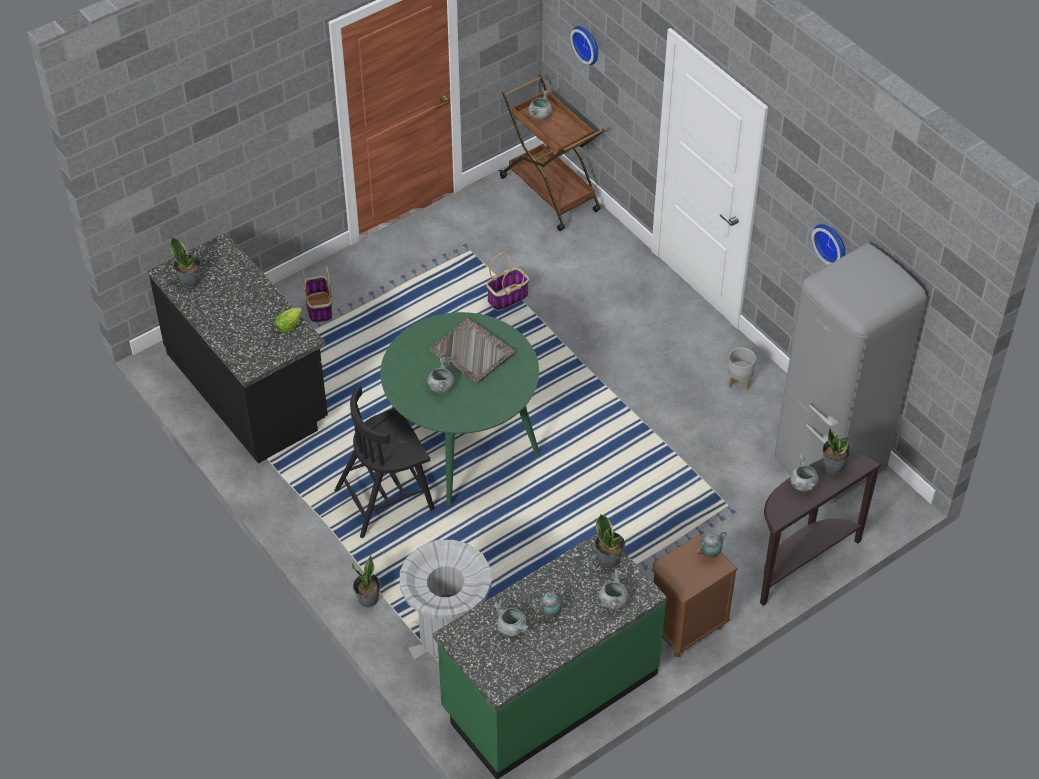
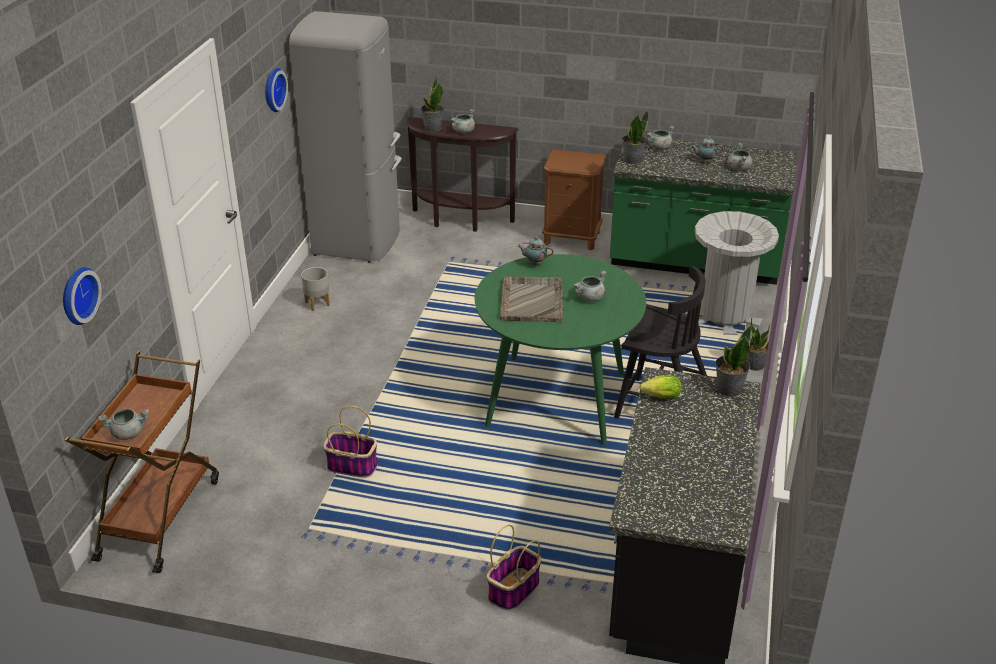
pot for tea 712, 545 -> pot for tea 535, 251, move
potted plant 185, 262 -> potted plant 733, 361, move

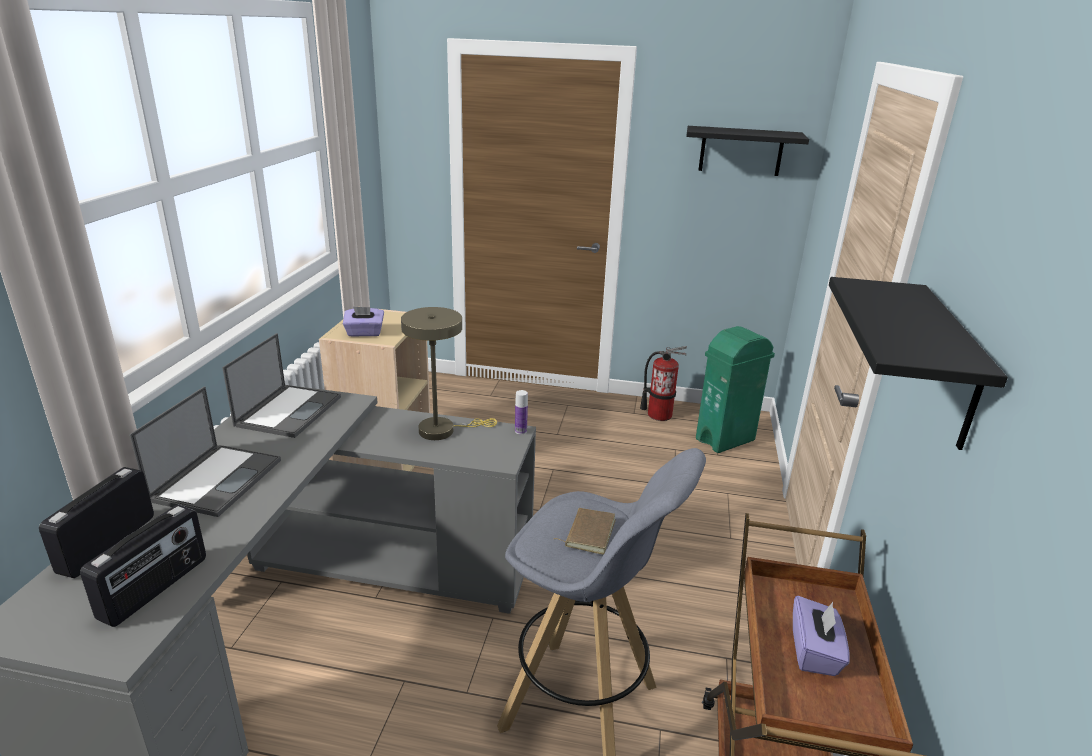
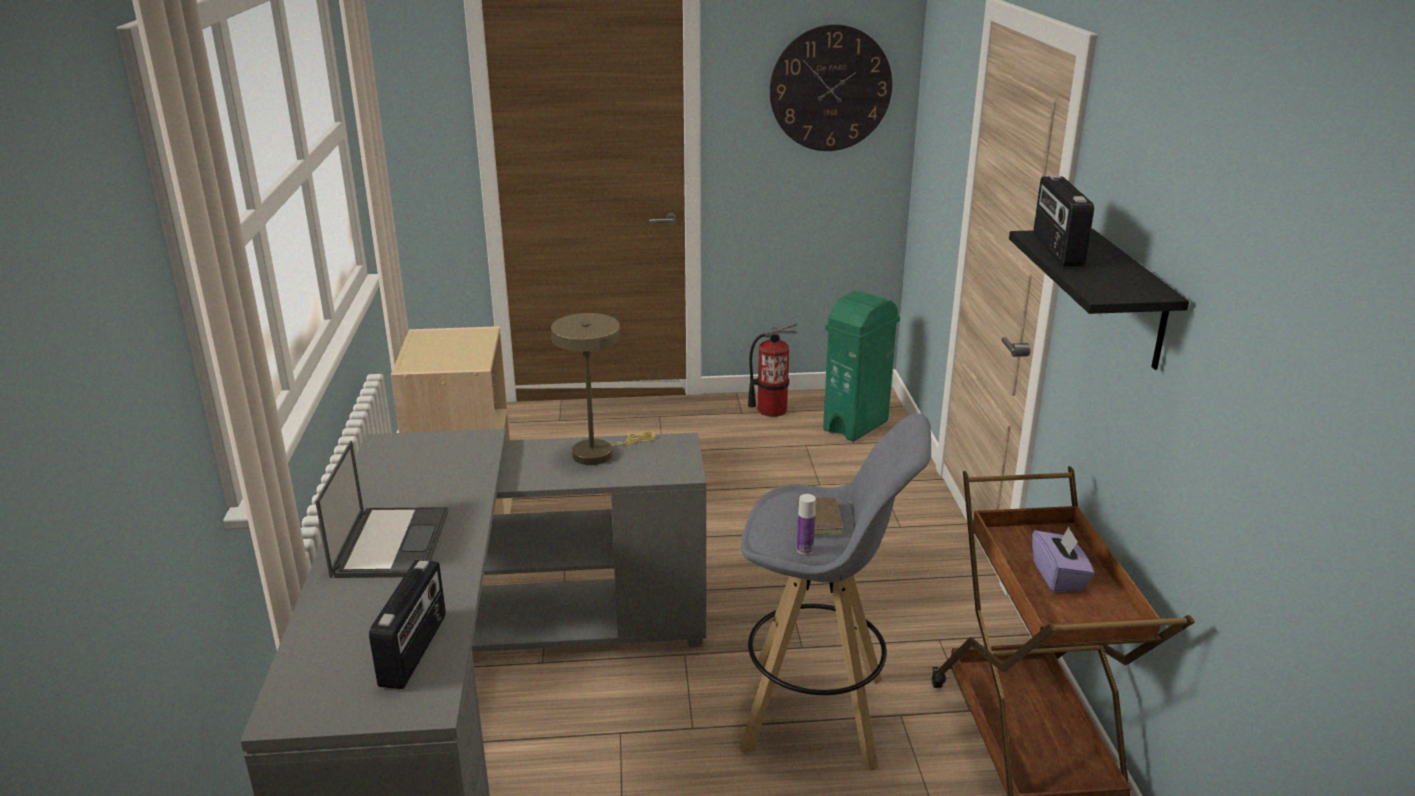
black-coloured shelf 747, 151 -> hanging clock 831, 87
beverage bottle 521, 412 -> beverage bottle 806, 524, move
radio 96, 522 -> radio 1064, 221, move
laptop 281, 385 -> none
purple tissue box 363, 322 -> none

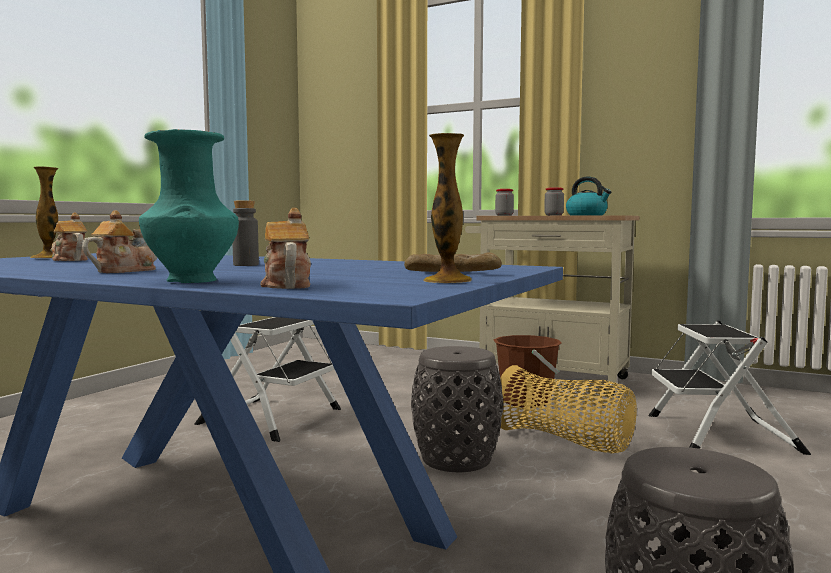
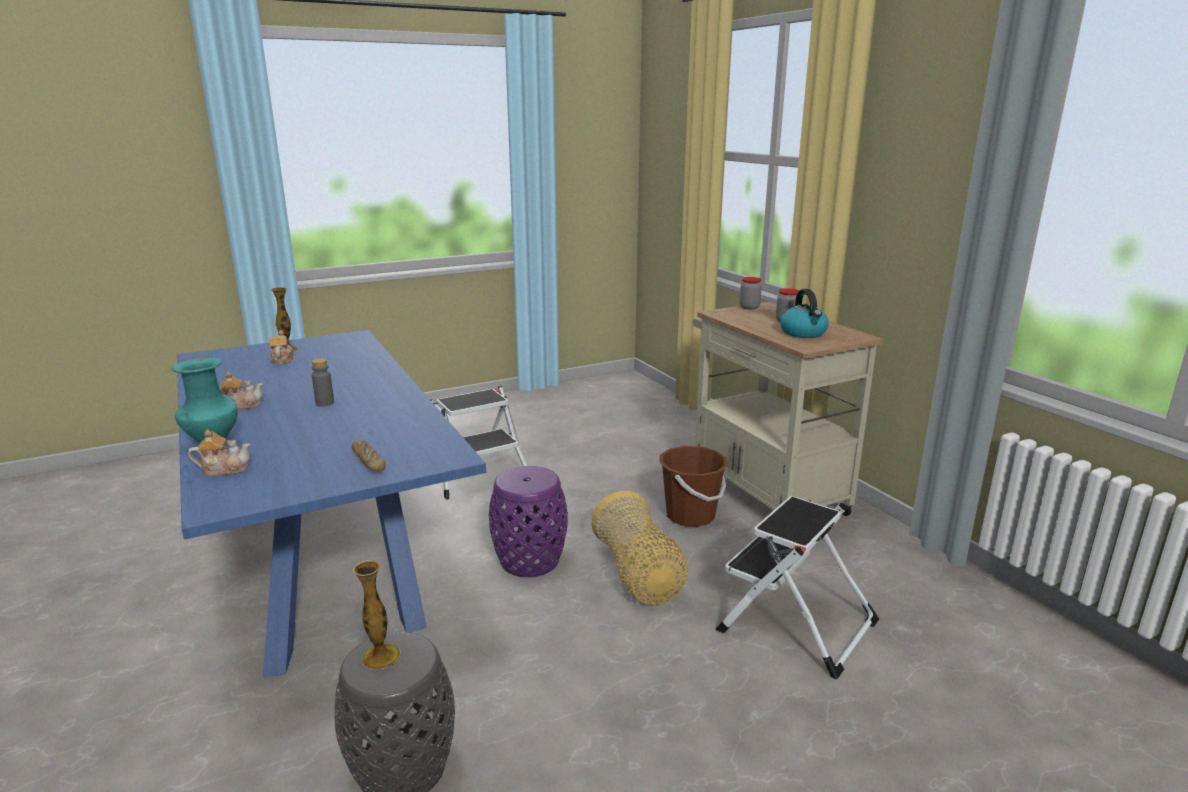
pot for tea 285, 248 -> pot for tea 219, 452, 60 degrees clockwise
vase 448, 208 -> vase 376, 615, move
gray stool 457, 409 -> purple stool 528, 521

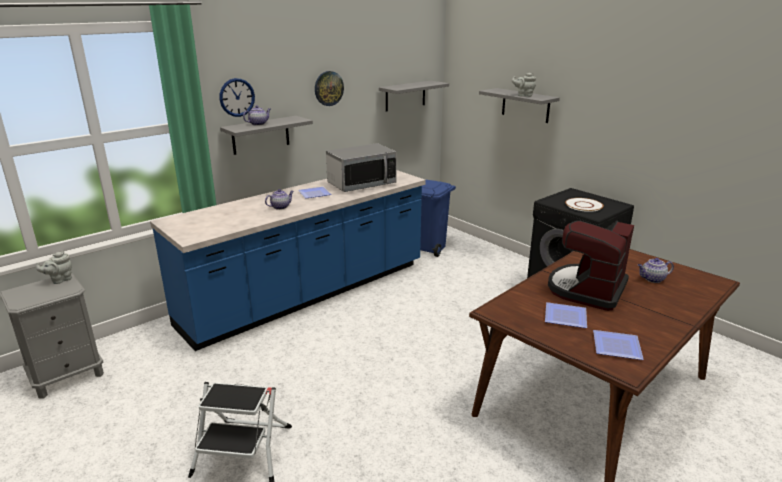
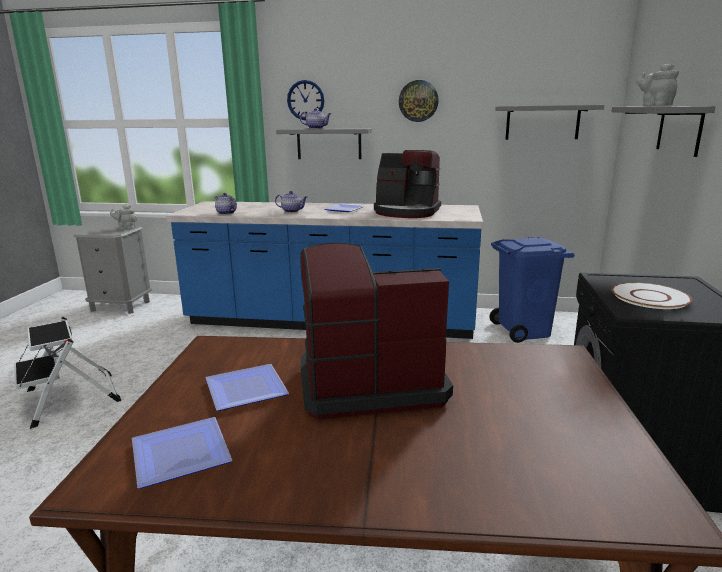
pot for tea 656, 270 -> pot for tea 226, 204, move
kitchen microwave 361, 167 -> coffee brewer 407, 184

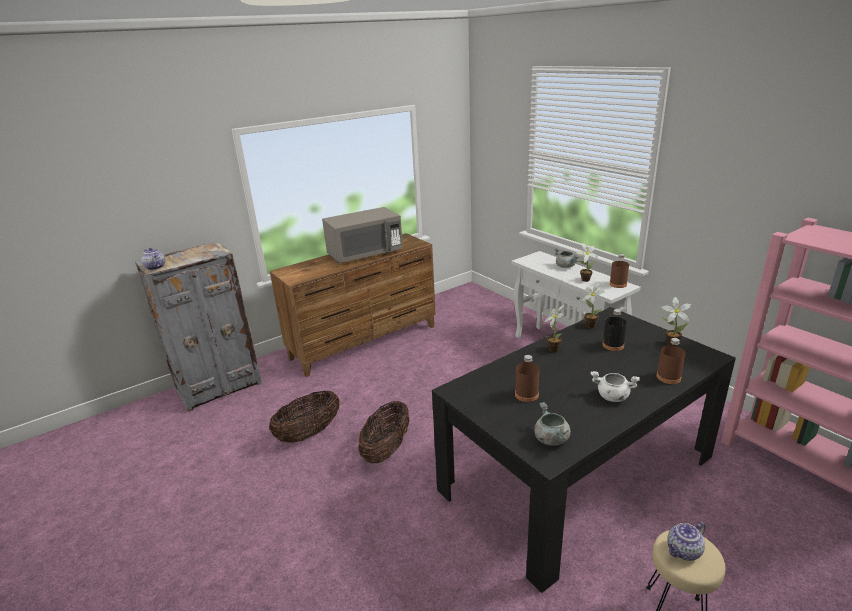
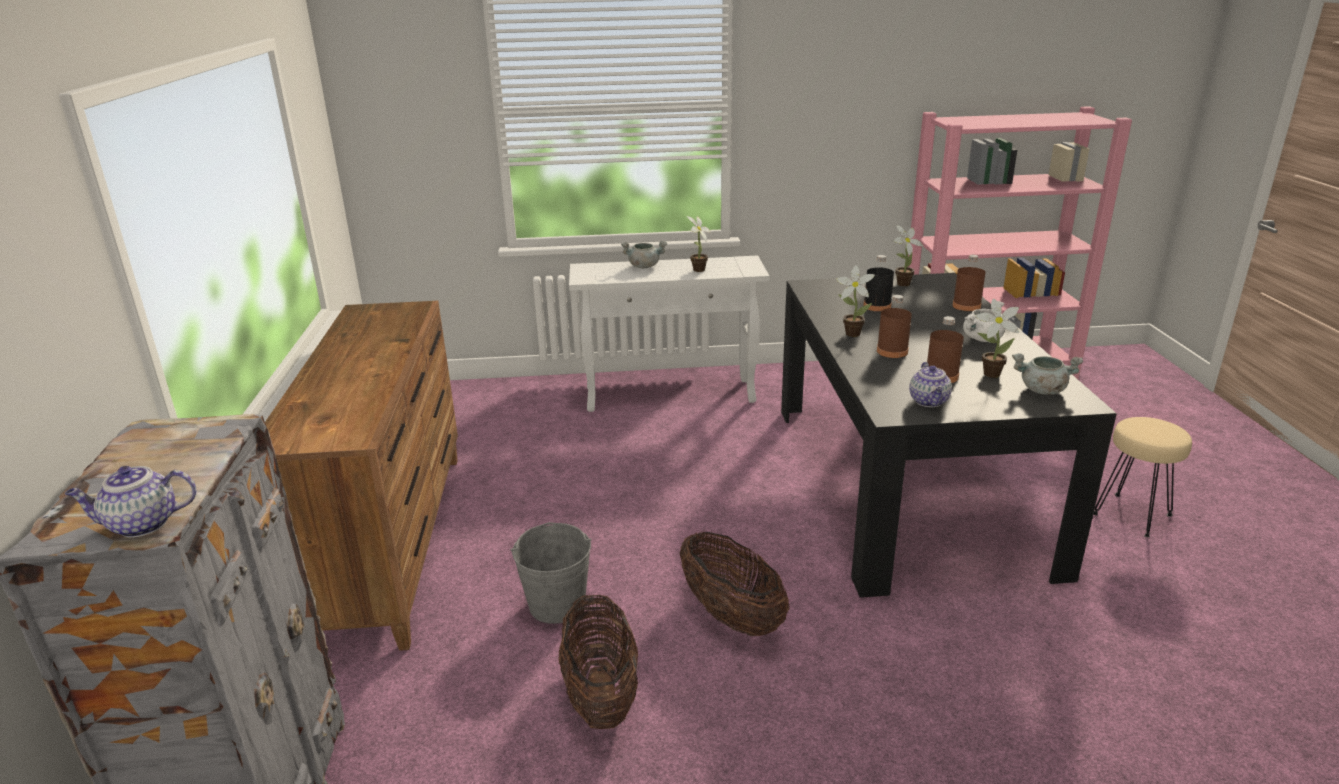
none -> gray bucket 551, 573
brown beverage bottle 619, 271 -> brown beverage bottle 894, 326, move
pot for tea 686, 541 -> pot for tea 930, 384, move
potted plant 593, 305 -> potted plant 997, 338, move
gray kitchen microwave 362, 235 -> none

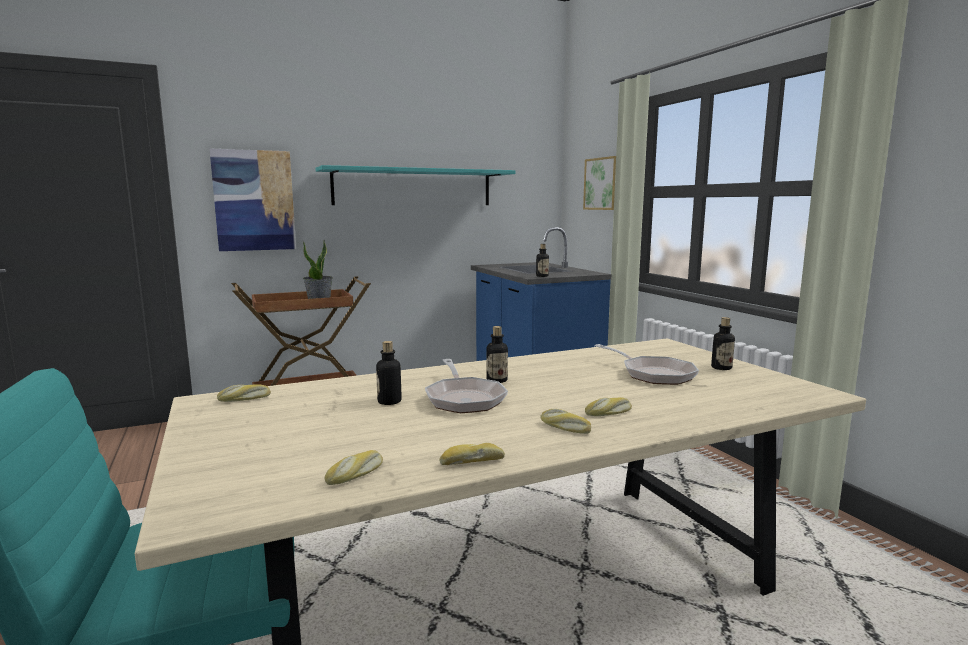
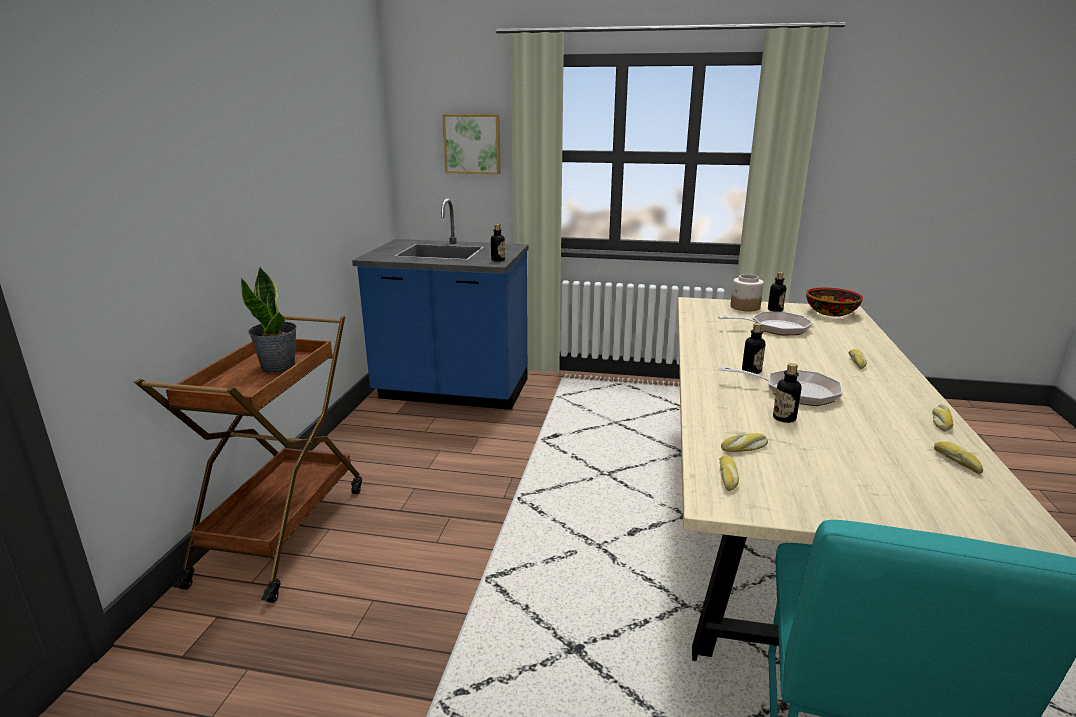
bakery bread 565, 421 -> bakery bread 744, 442, move
none -> storage jar 747, 292
none -> serving bowl 834, 302
wall picture 252, 199 -> none
turquoise shelf 416, 185 -> none

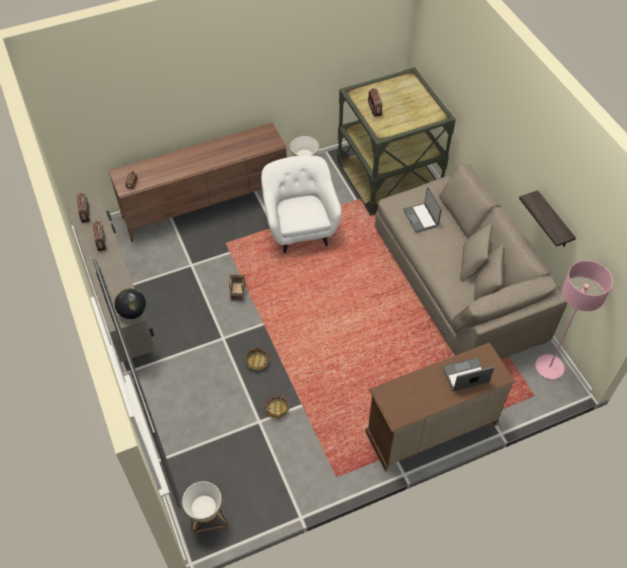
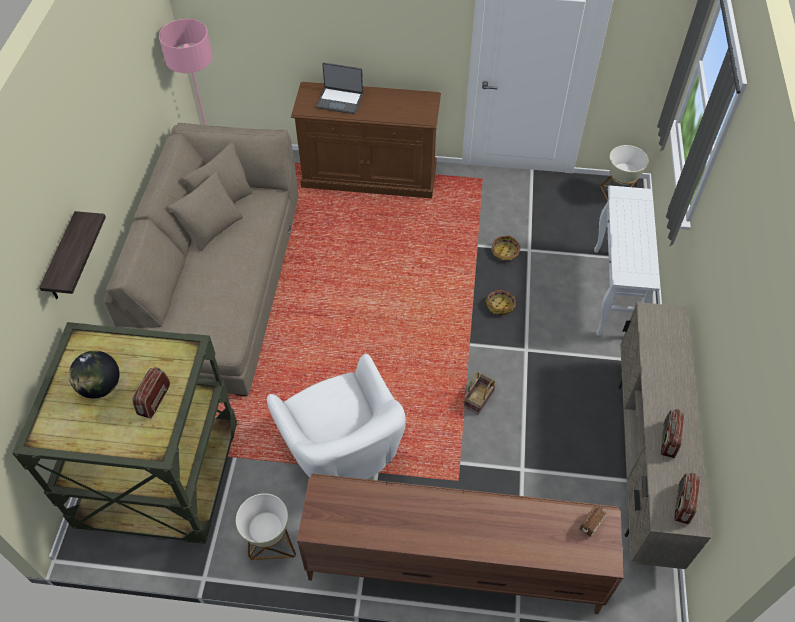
shelf 547, 218 -> shelf 72, 255, move
desk globe 130, 304 -> desk globe 94, 374, move
whitish lounge chair 301, 204 -> whitish lounge chair 336, 416, 45 degrees counterclockwise
none -> whitish narrow table 627, 260
laptop 422, 210 -> none

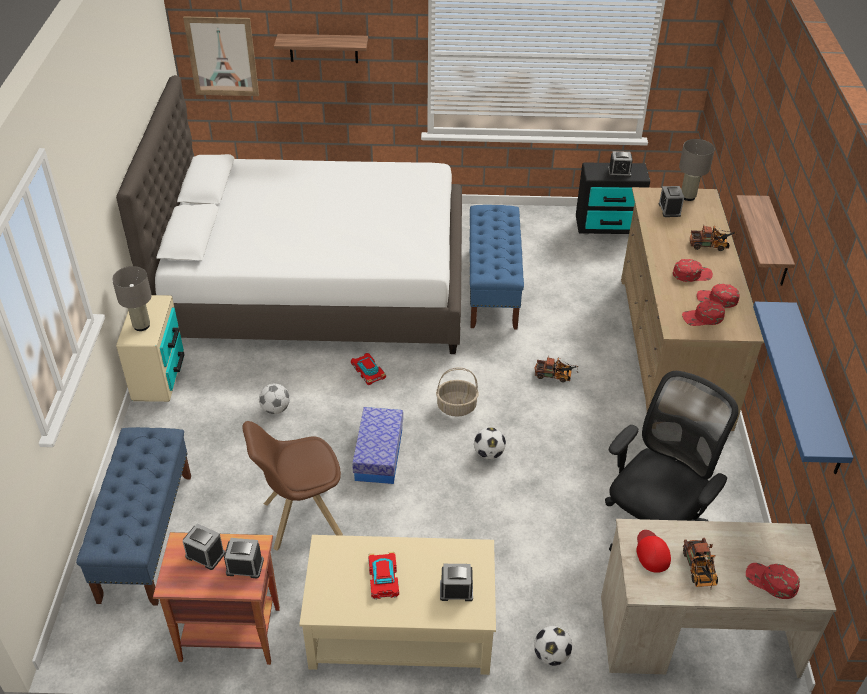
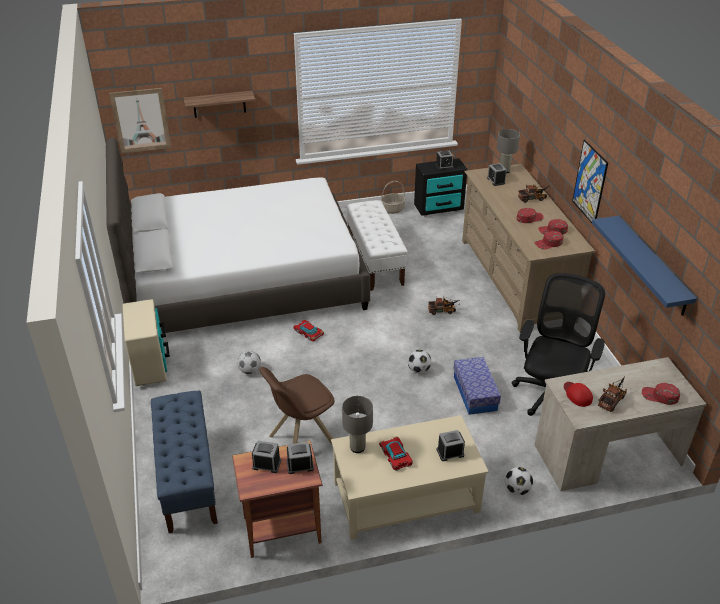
gray tabletop lamp 132, 298 -> gray tabletop lamp 357, 424, move
bluish long seat 497, 267 -> whitish long seat 377, 245
storage basket 457, 392 -> storage basket 393, 197, move
storage box 377, 445 -> storage box 477, 386, move
shelf 765, 240 -> wall picture 590, 181
model truck 700, 562 -> model truck 612, 394, 120 degrees counterclockwise

